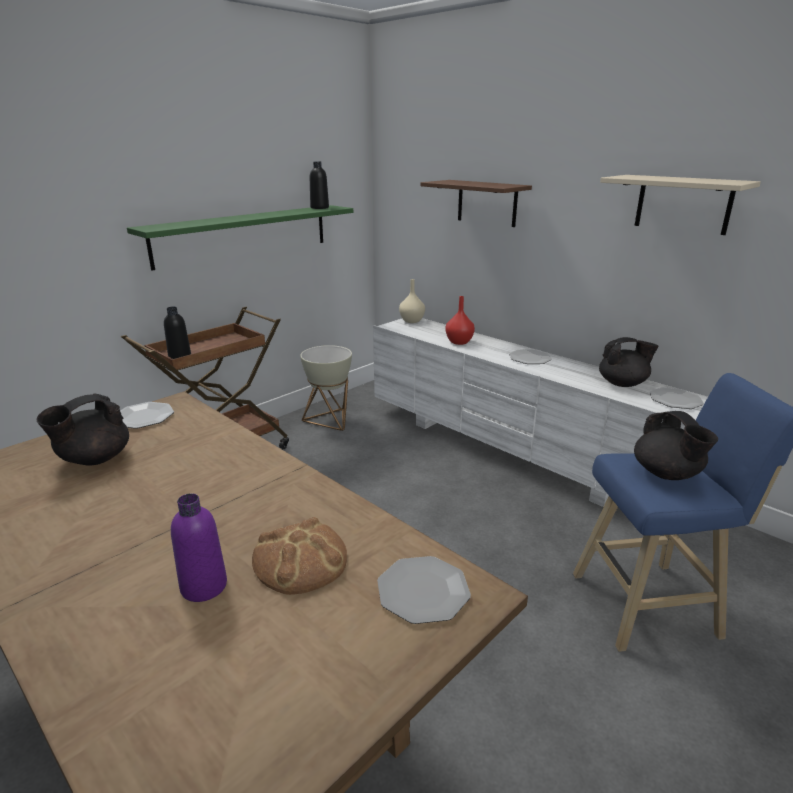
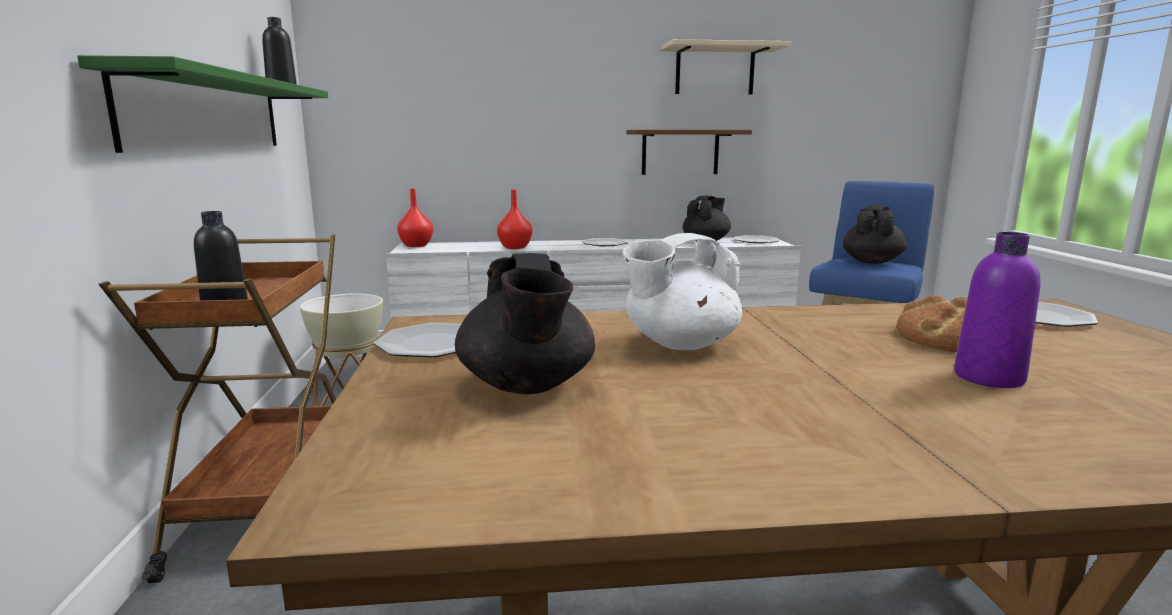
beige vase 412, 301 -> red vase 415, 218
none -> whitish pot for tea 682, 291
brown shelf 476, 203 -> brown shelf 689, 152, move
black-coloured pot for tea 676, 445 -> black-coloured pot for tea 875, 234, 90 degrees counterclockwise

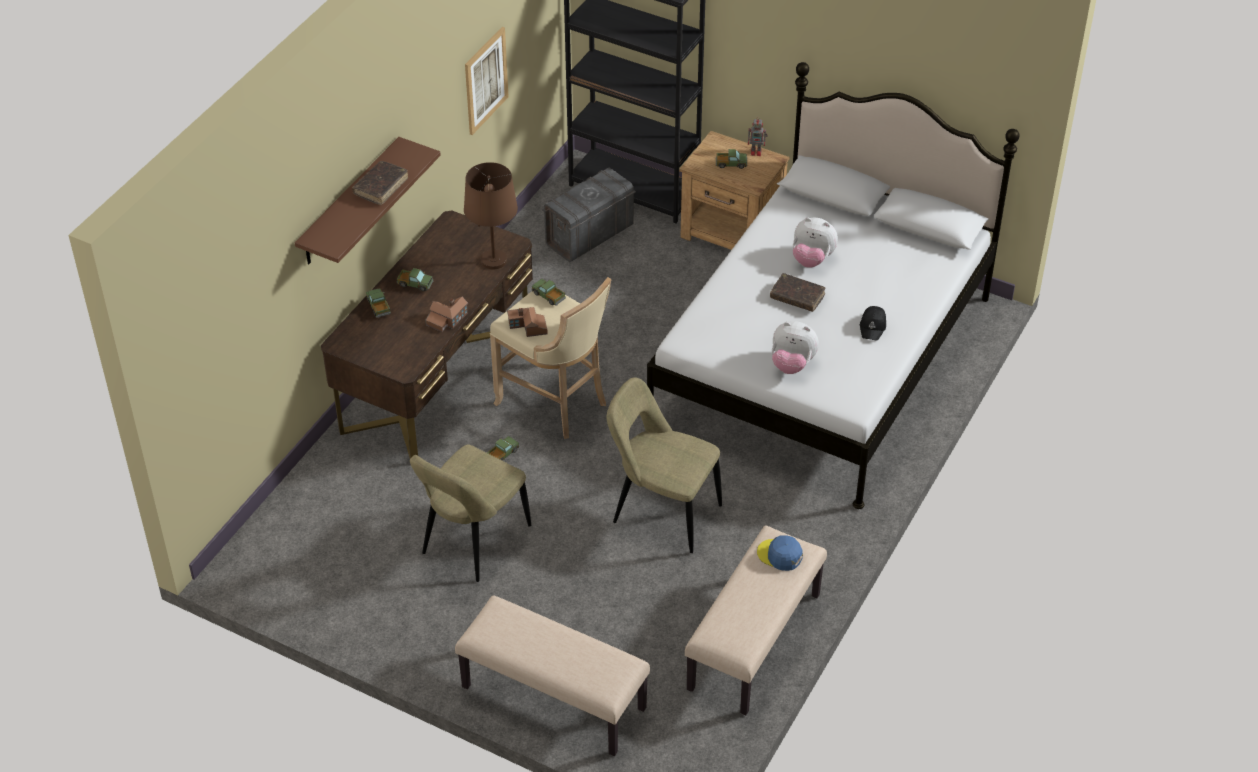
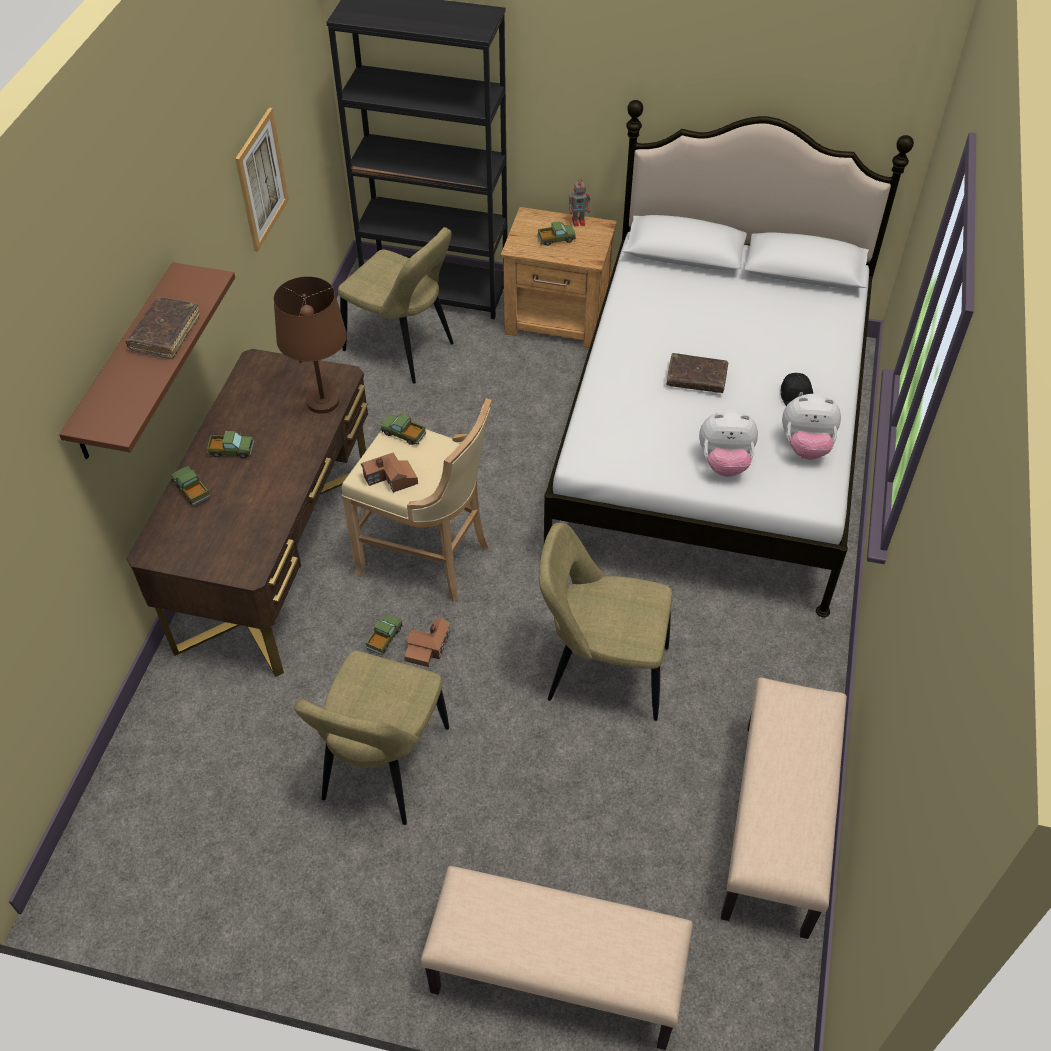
gray storage box 589, 214 -> beige upright chair 396, 305
model house 447, 314 -> model house 427, 642, move
plush toy 815, 243 -> plush toy 811, 427, move
bluish baseball cap 780, 553 -> none

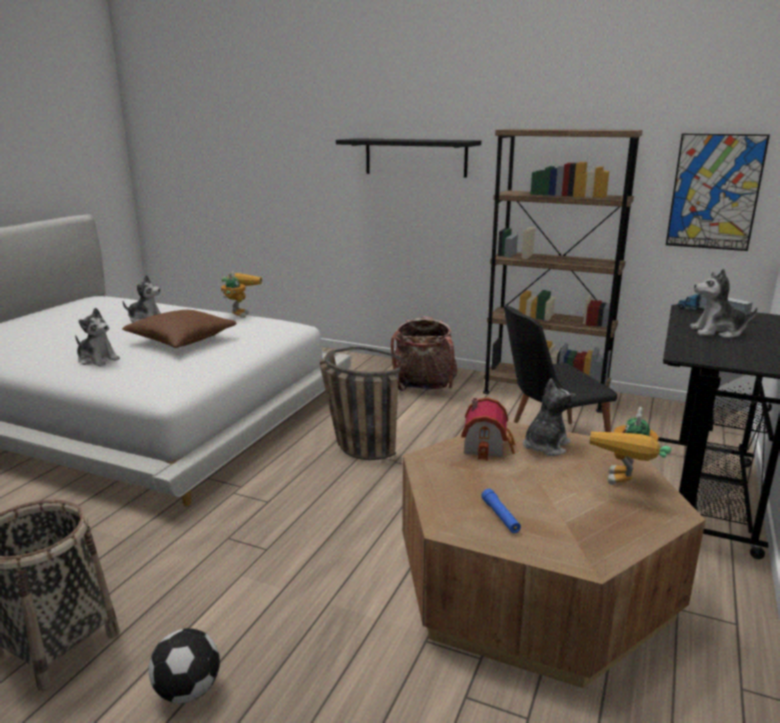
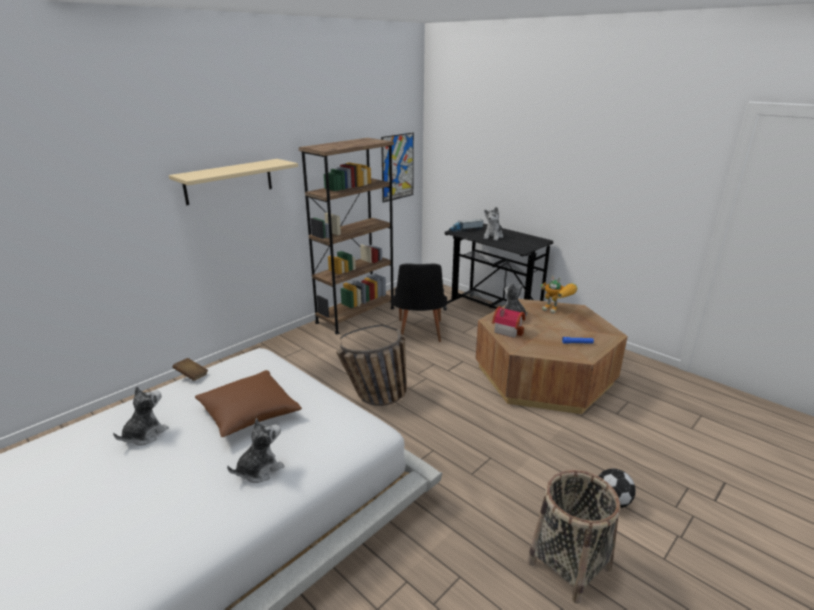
black-coloured shelf 408, 158 -> beige shelf 233, 182
robot figure 241, 294 -> brown volume 190, 369
backpack 424, 353 -> none

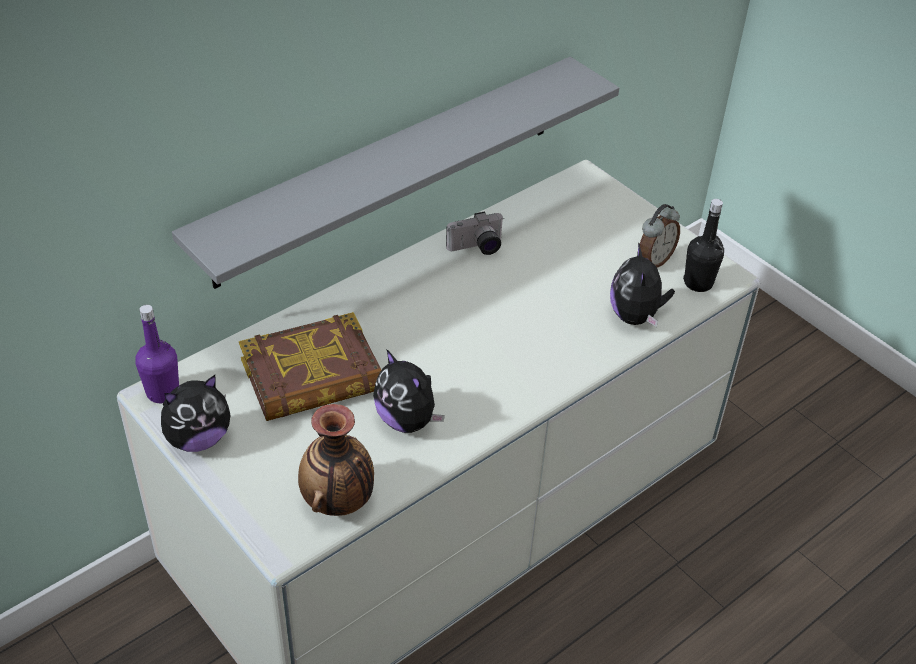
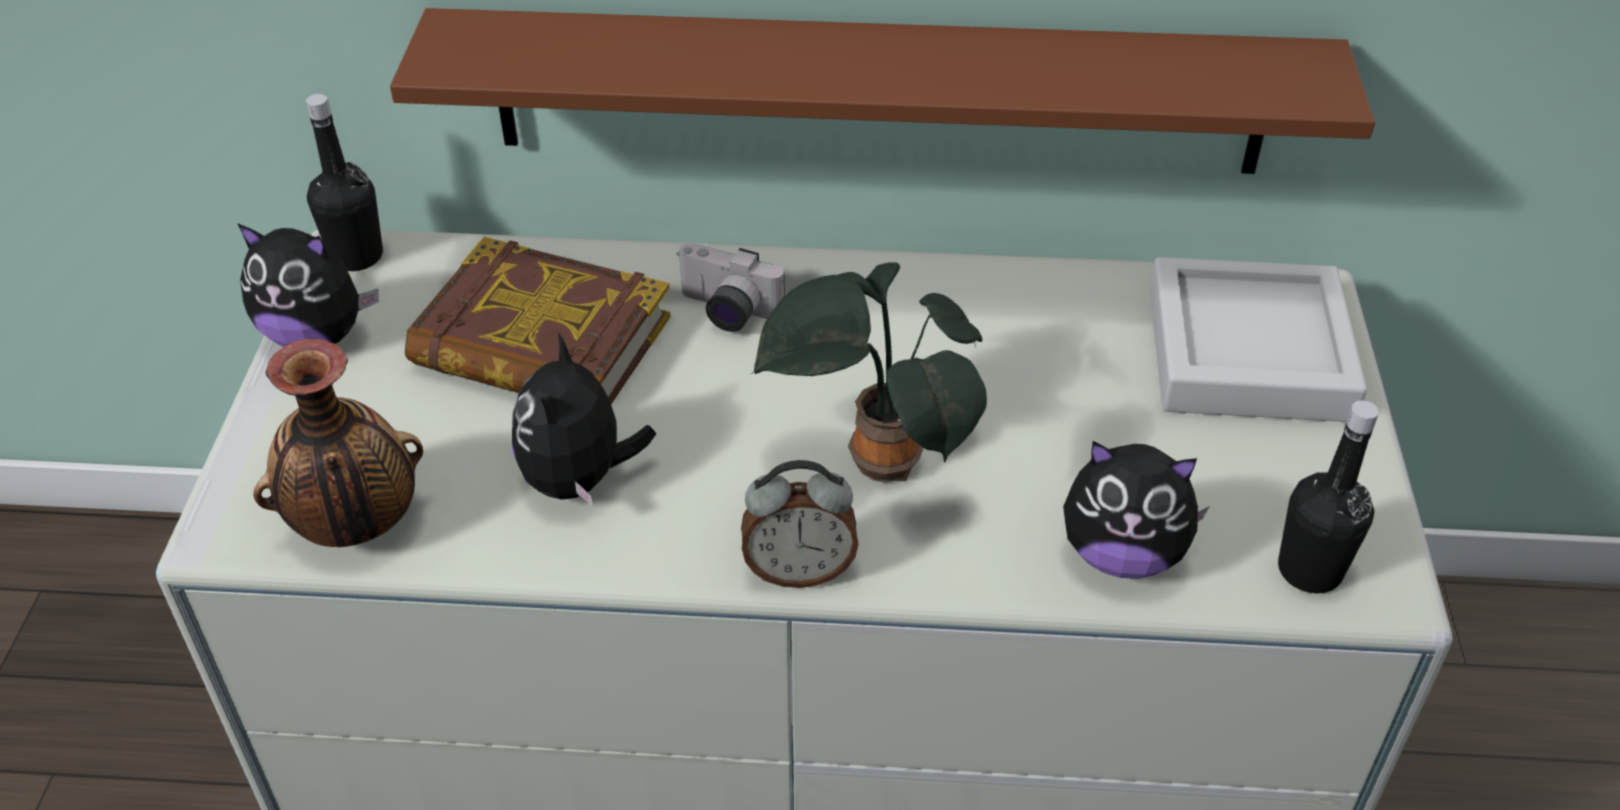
purple beverage bottle 157, 354 -> black-coloured beverage bottle 344, 182
gray shelf 395, 173 -> brown shelf 882, 91
still camera 474, 233 -> still camera 730, 287, move
alarm clock 660, 235 -> alarm clock 800, 524, move
none -> potted plant 869, 372
plush toy 642, 285 -> plush toy 1136, 510, 120 degrees counterclockwise
none -> gray carrying tray 1258, 339

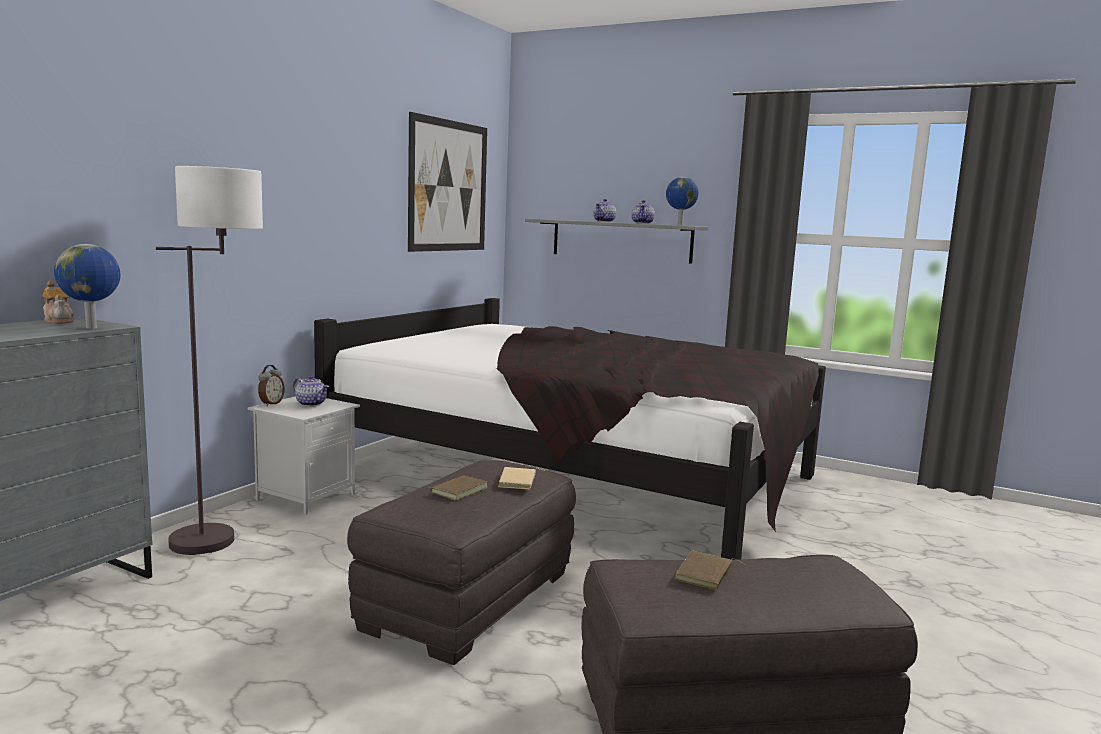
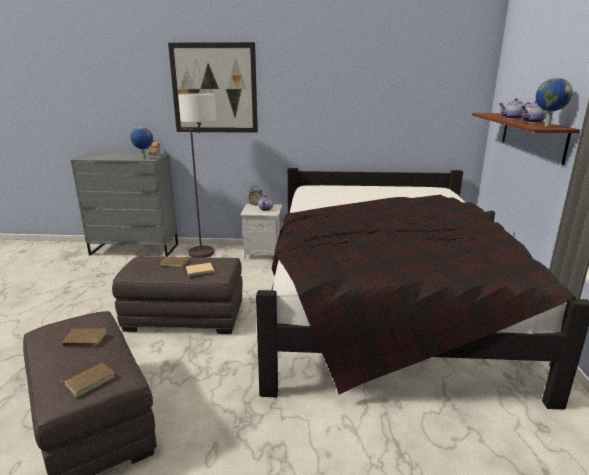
none -> brown volume 88, 380
wall picture 447, 182 -> wall picture 213, 87, move
gray shelf 616, 241 -> brown shelf 526, 139

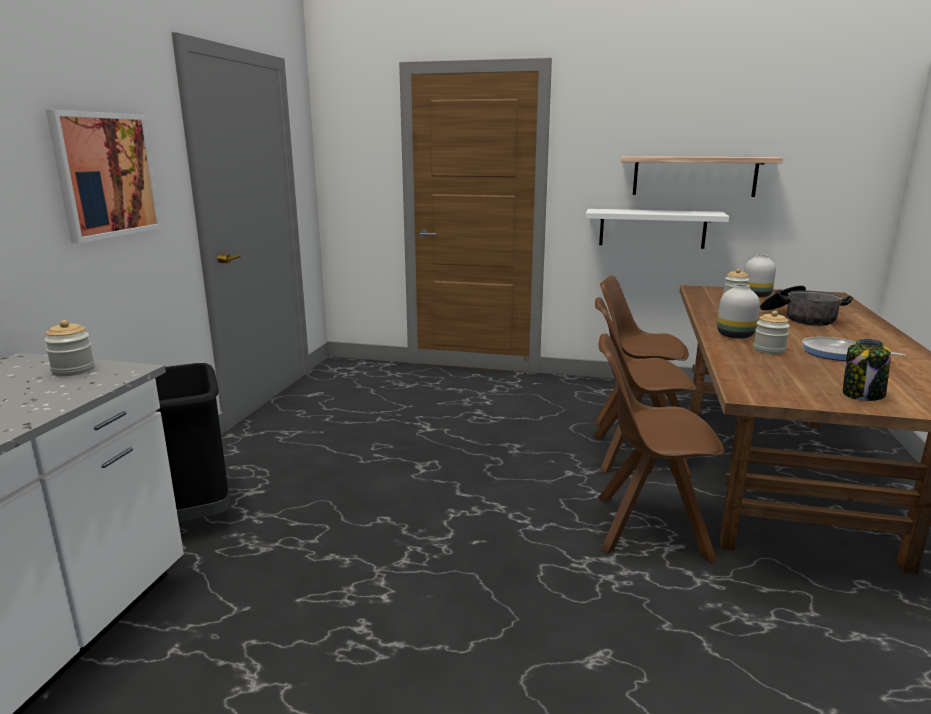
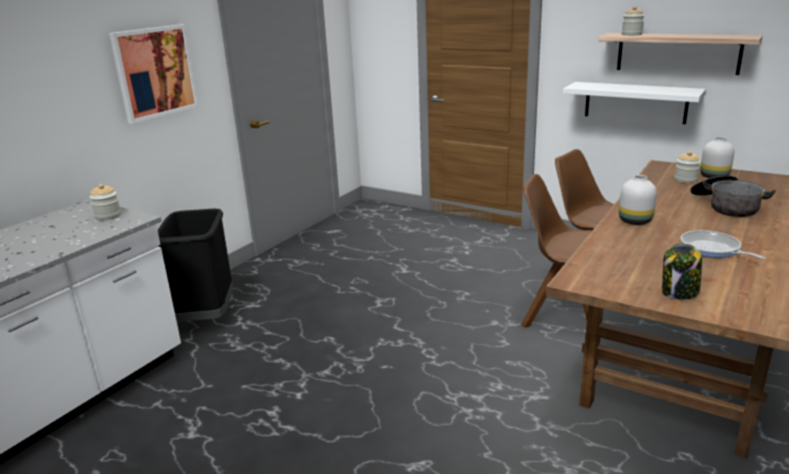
storage jar 771, 332 -> storage jar 633, 21, move
brown upright chair 661, 448 -> none

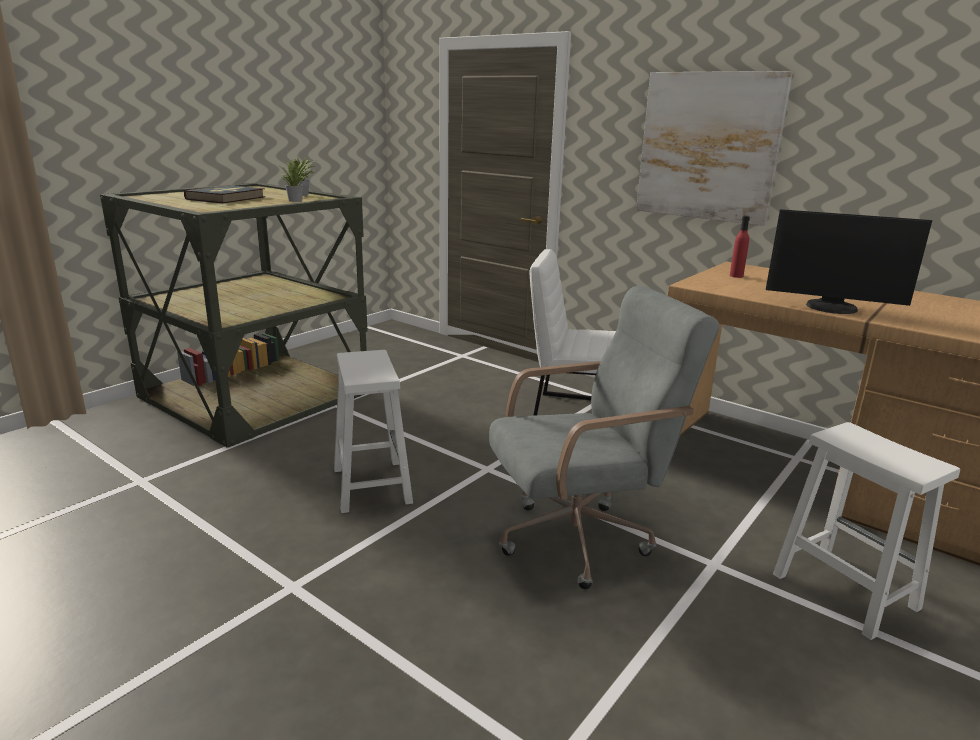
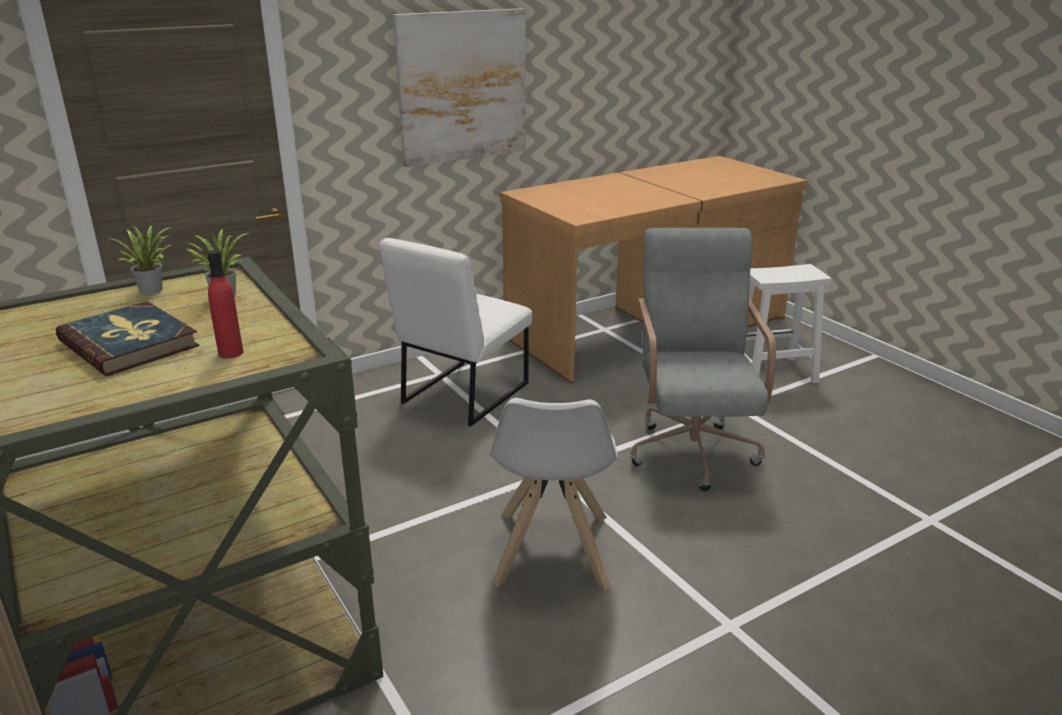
red beverage bottle 740, 247 -> red beverage bottle 225, 304, move
whitish stool 373, 431 -> upright chair 553, 494
computer screen 849, 261 -> none

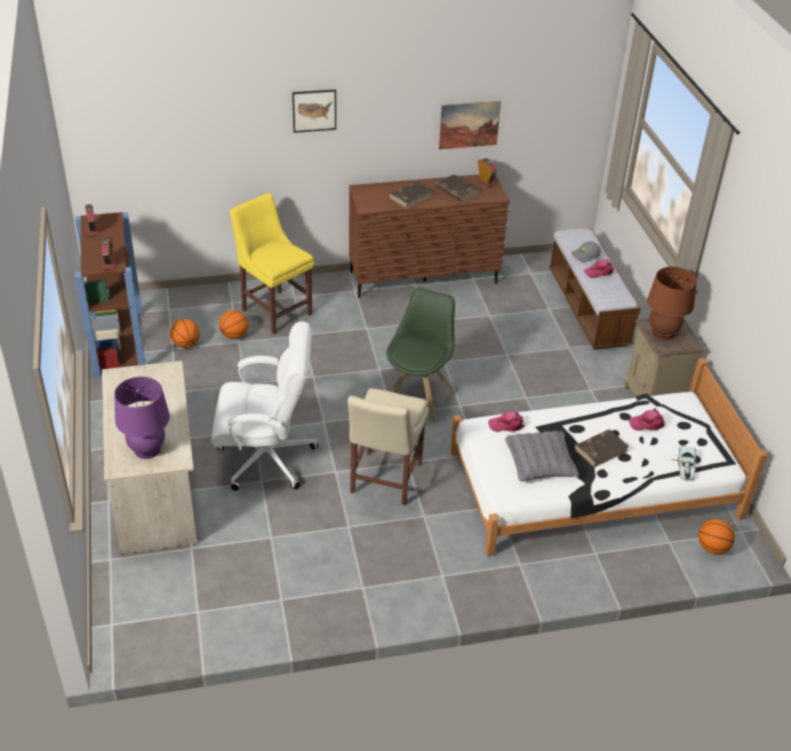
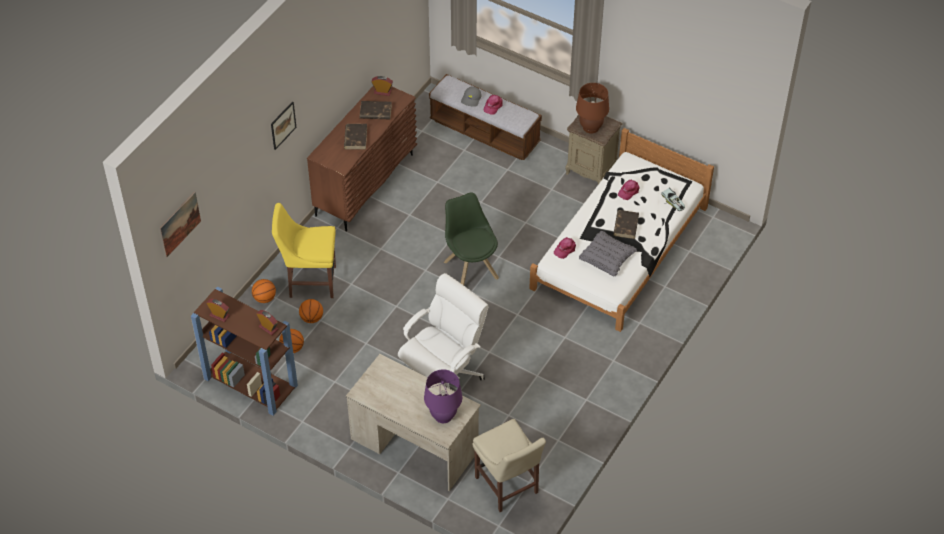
wall picture 470, 125 -> wall picture 180, 224, move
basketball ball 716, 536 -> basketball ball 264, 291, move
beige upright chair 388, 446 -> beige upright chair 509, 465, move

